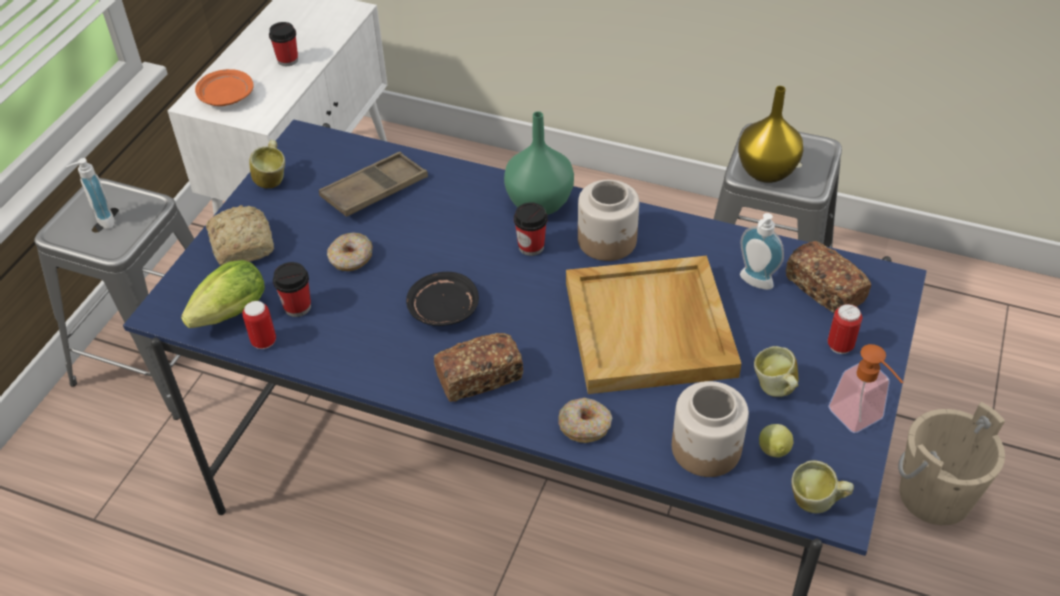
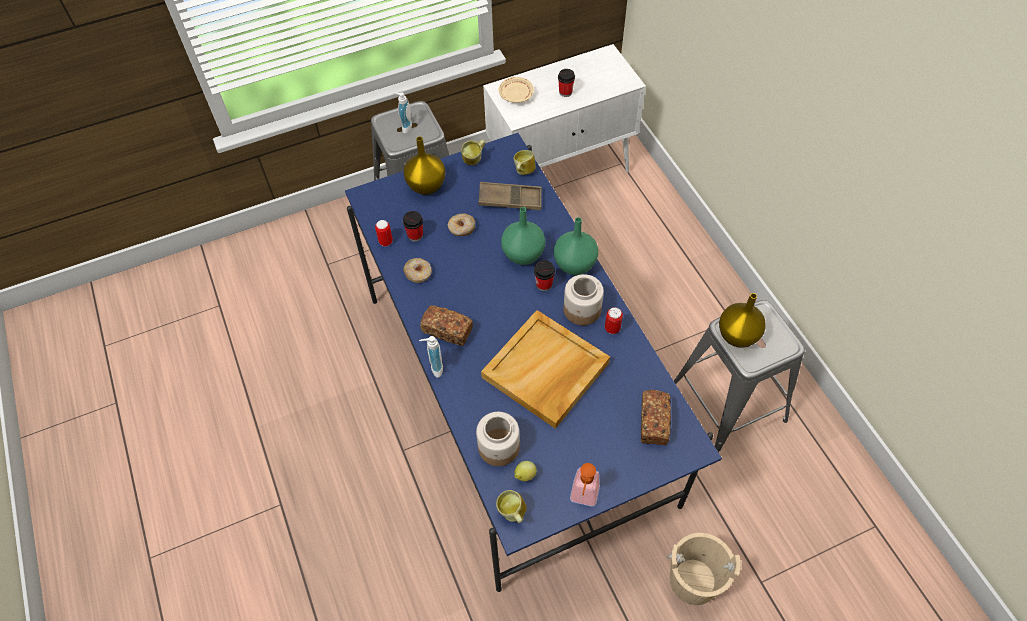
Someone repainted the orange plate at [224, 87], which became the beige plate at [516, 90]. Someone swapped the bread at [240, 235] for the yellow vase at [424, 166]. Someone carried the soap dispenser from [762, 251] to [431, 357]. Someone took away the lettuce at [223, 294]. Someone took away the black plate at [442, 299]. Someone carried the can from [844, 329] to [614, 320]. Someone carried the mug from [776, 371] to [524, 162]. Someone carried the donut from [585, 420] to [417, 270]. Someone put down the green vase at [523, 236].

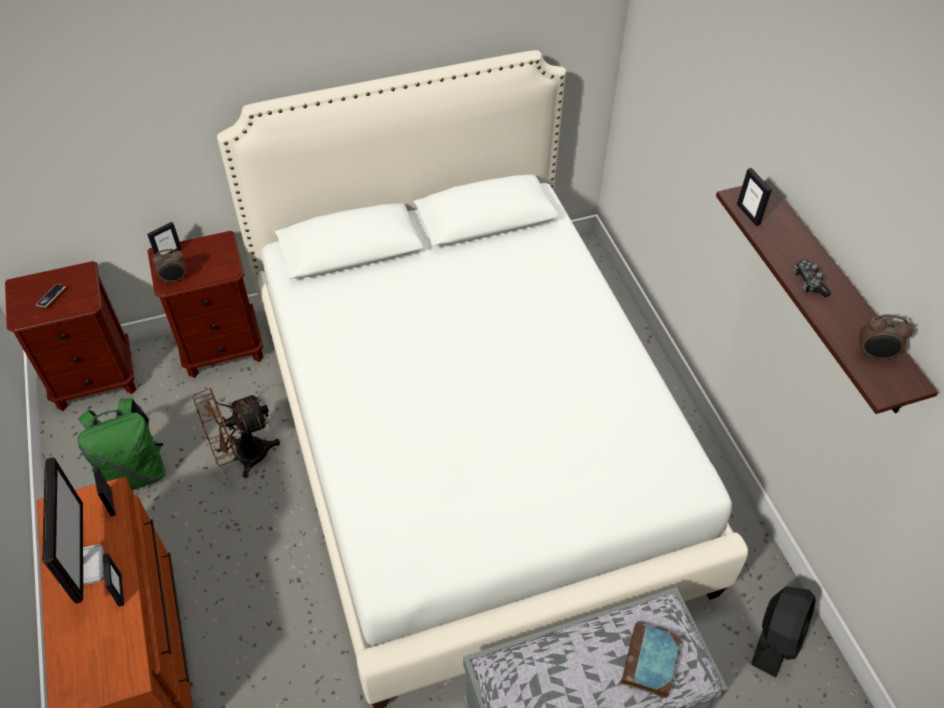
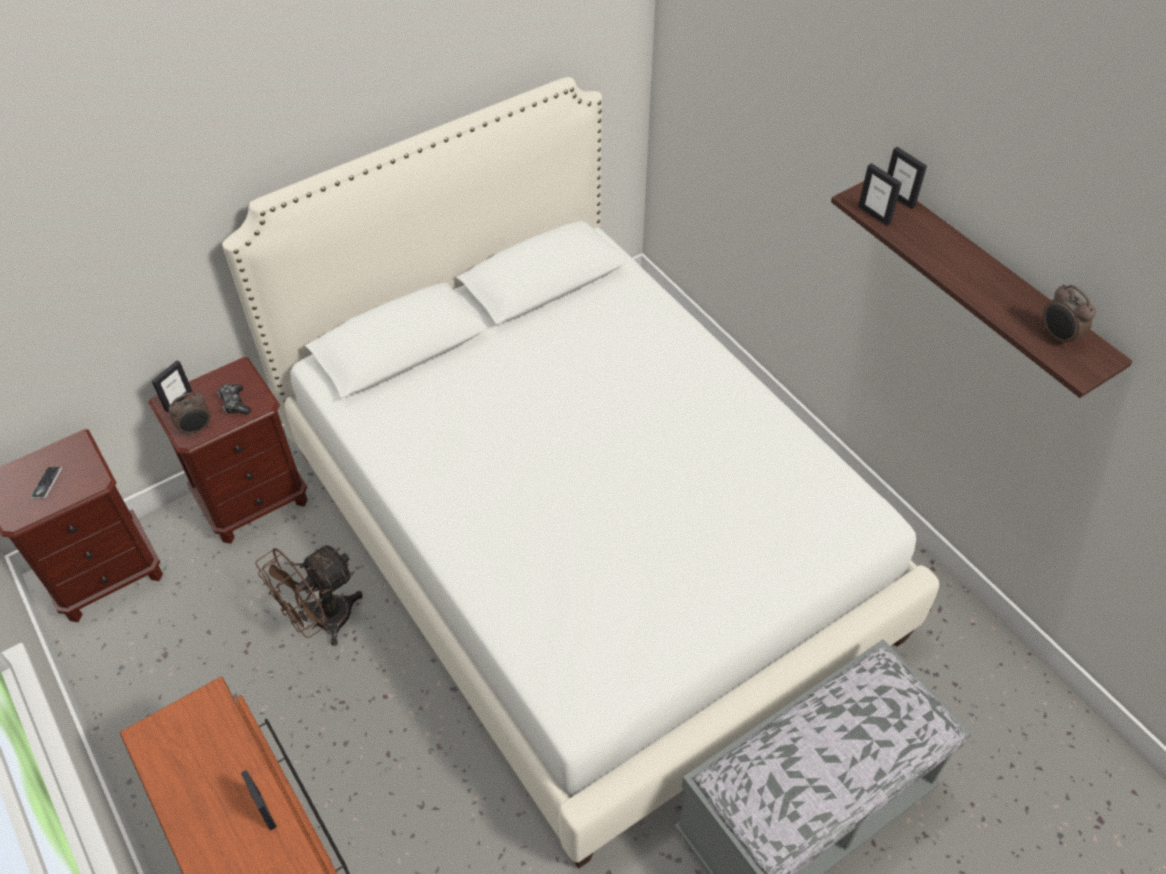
Someone carried the game controller from [812, 278] to [234, 399]. Someone rotated the alarm clock at [886, 338] by 60 degrees clockwise. Someone took away the green backpack at [121, 444]. Someone took away the monitor at [73, 530]. Someone carried the picture frame from [104, 491] to [907, 178]. Someone took away the black fan at [783, 632]. Someone took away the book at [651, 660].

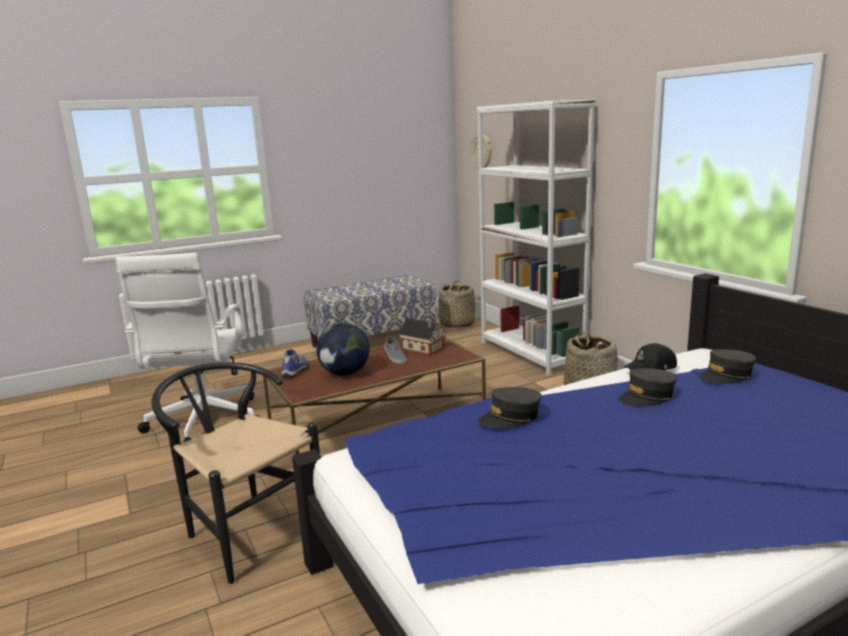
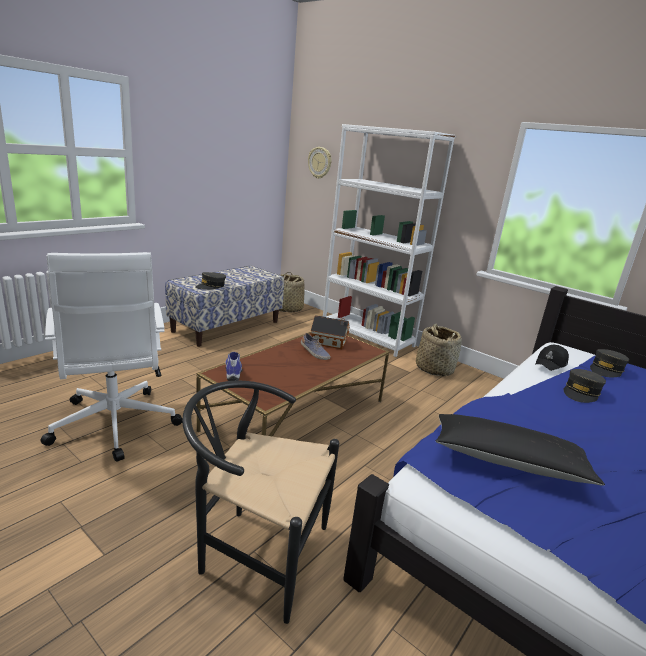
Someone took away the globe at [343, 349]. Someone carried the grey cap from [509, 407] to [211, 281]. Someone put down the black pillow at [520, 450].

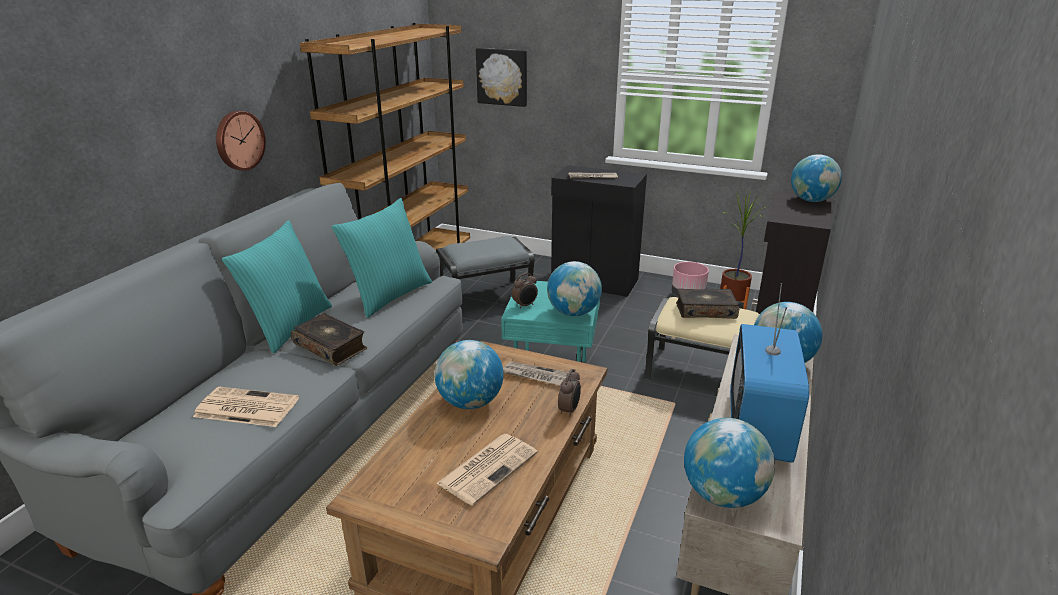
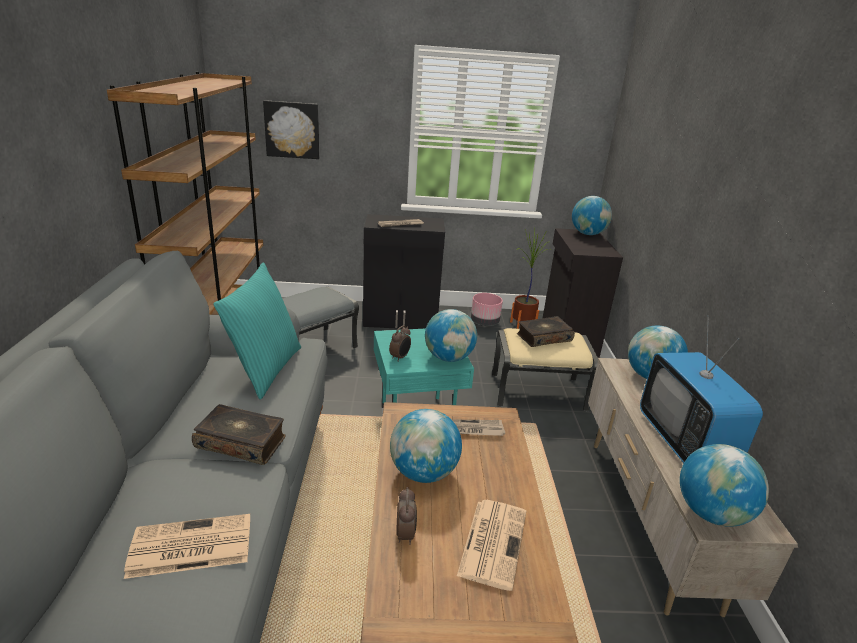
Someone took away the wall clock at [241, 141]. Someone took away the turquoise pillow at [277, 287]. Someone carried the alarm clock from [569, 393] to [406, 516].

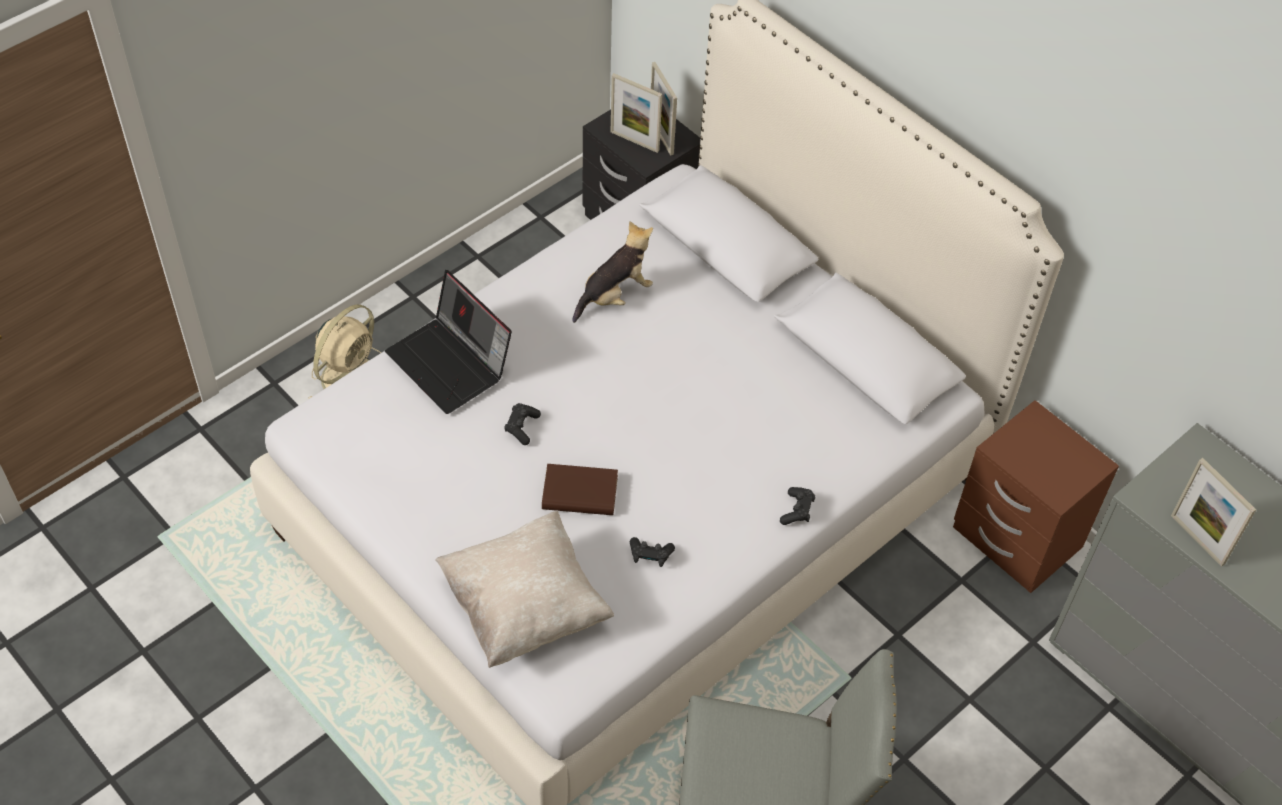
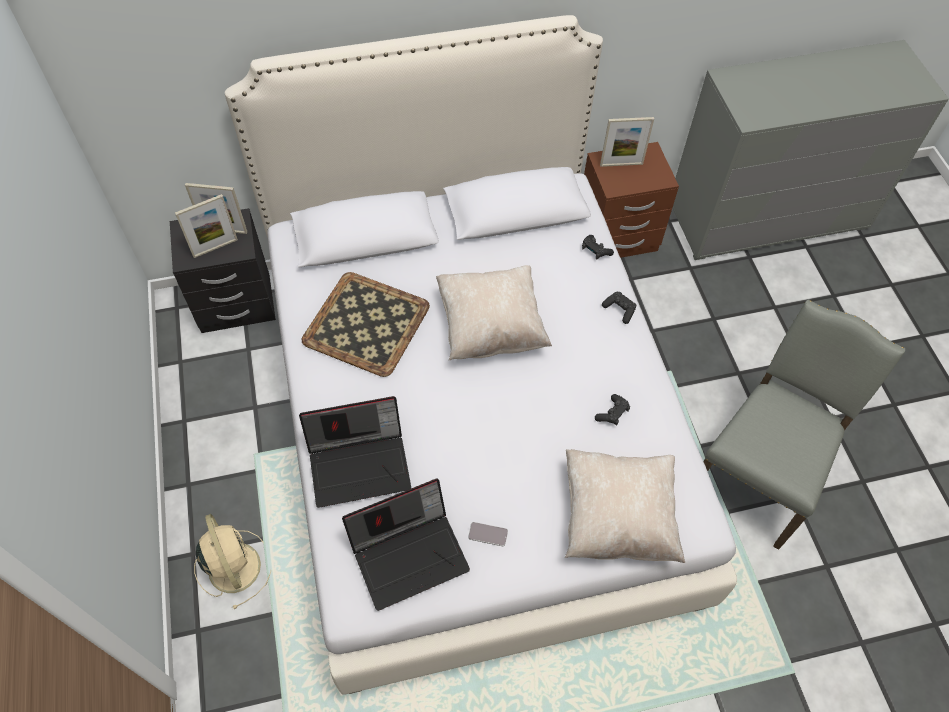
Someone swapped the plush toy at [612, 272] for the tray at [366, 324]. Someone carried the black game controller from [522, 424] to [598, 247]. Someone carried the picture frame from [1213, 512] to [627, 142]. Someone took away the brown book at [580, 489]. Someone put down the beige pillow at [494, 312]. Someone put down the laptop at [406, 544]. Someone put down the phone at [488, 534].

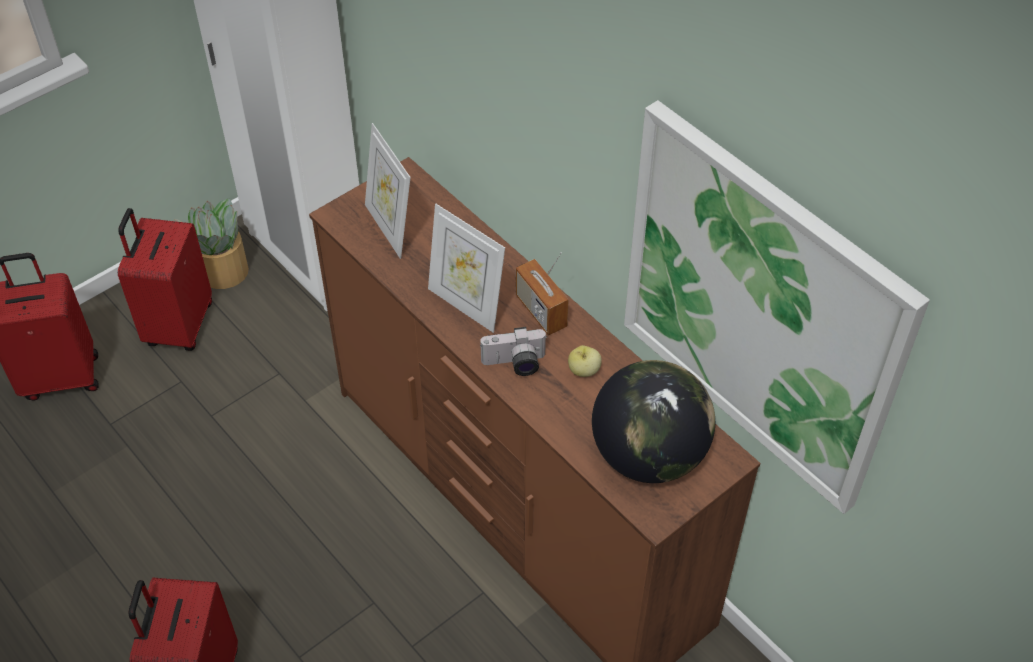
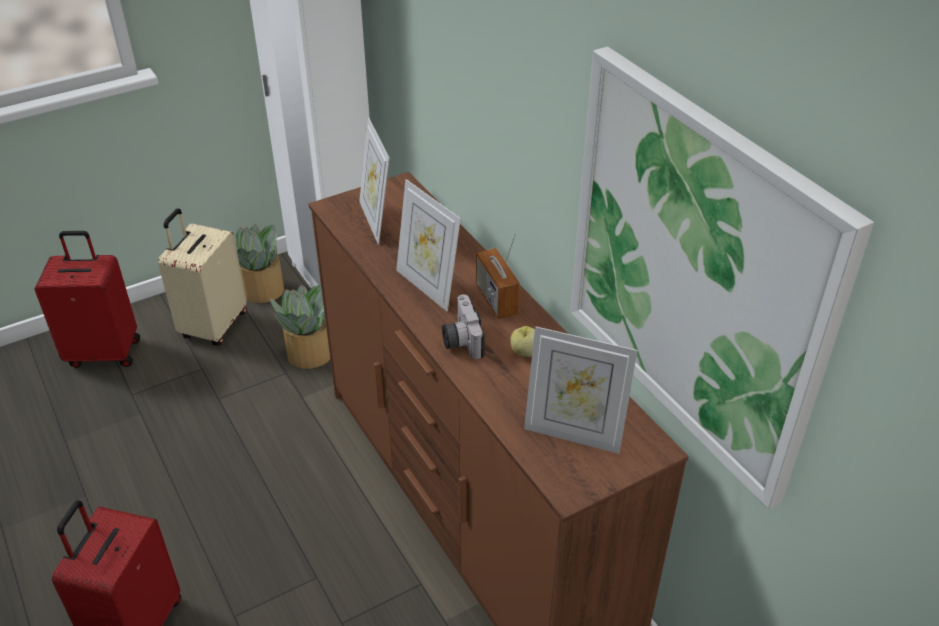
Someone repainted the red suitcase at [165, 279], which became the beige suitcase at [202, 277]. Someone rotated the photo camera at [513, 351] by 75 degrees clockwise. Someone swapped the globe at [653, 421] for the picture frame at [581, 390]. Someone put down the potted plant at [299, 327].

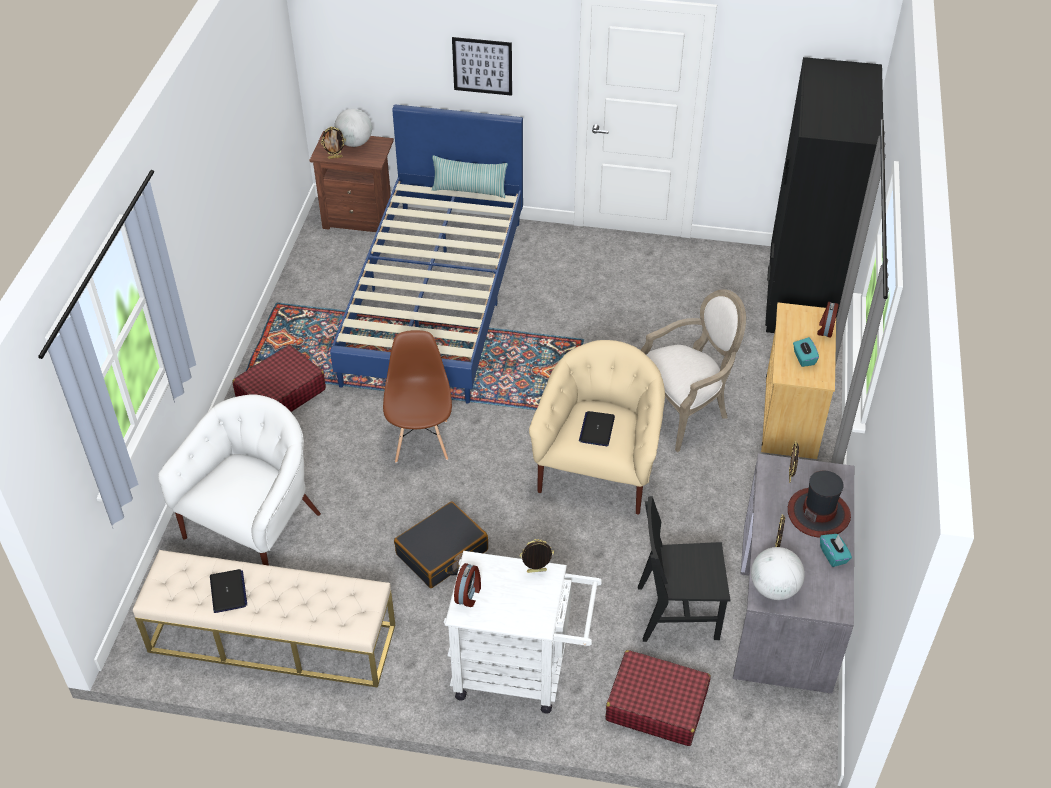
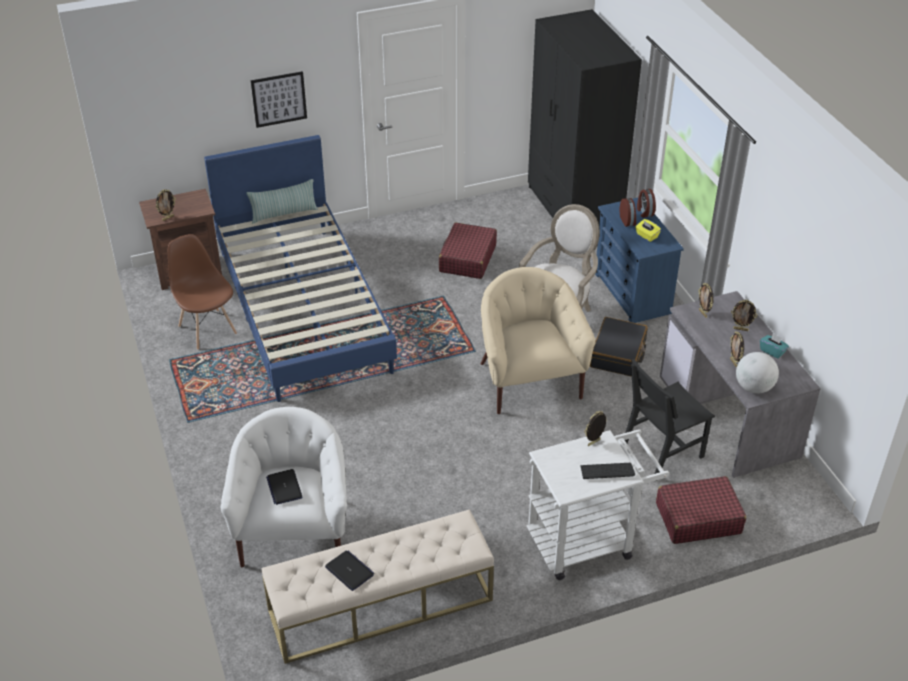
Someone took away the globe at [353, 128]. Someone repainted the beige dresser at [798, 381], which became the blue dresser at [639, 260]. Someone carried the brown chair from [417, 396] to [202, 292]. Someone repainted the turquoise tissue box at [806, 352], which became the yellow tissue box at [648, 230]. Someone carried the red suitcase from [279, 378] to [468, 251]. Someone carried the laptop from [597, 428] to [284, 487]. Someone swapped the hat at [819, 504] for the picture frame at [744, 315]. Someone carried the black suitcase from [441, 544] to [619, 347]. Someone carried the alarm clock from [467, 585] to [628, 212]. Someone put down the keyboard at [608, 471].

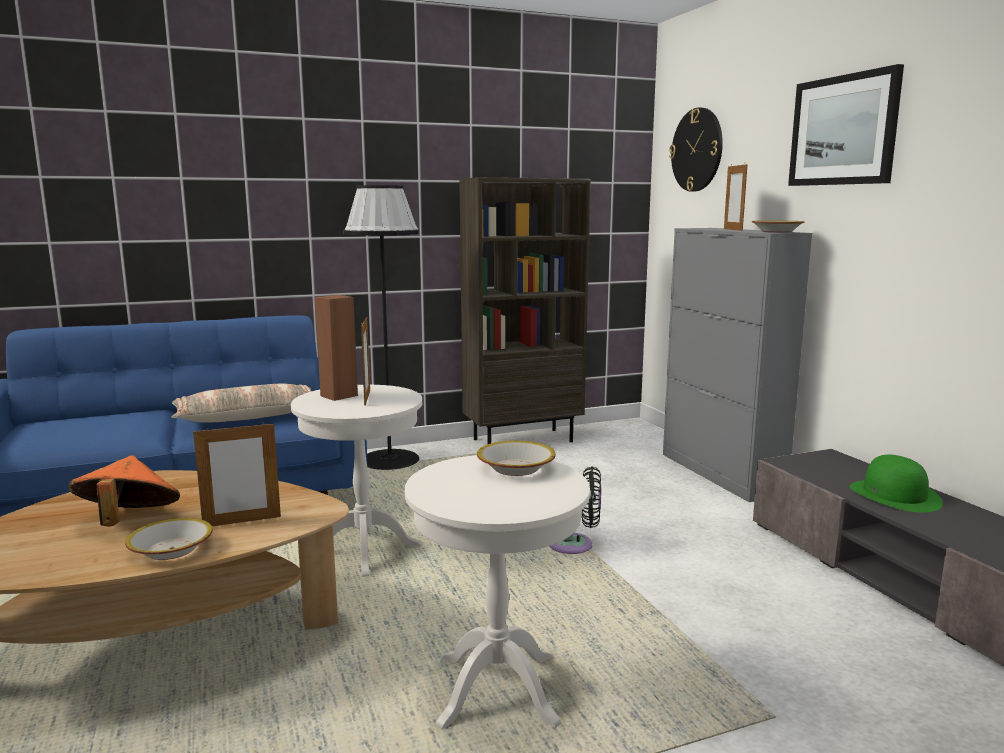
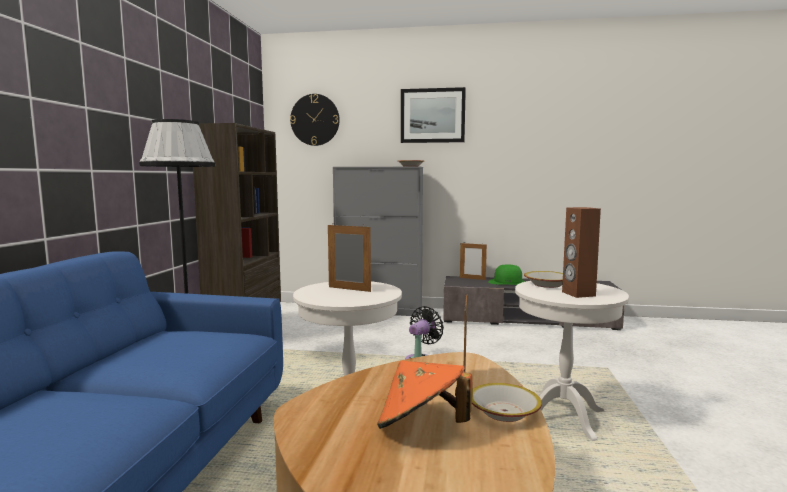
Someone carried the picture frame from [736, 197] to [473, 261]. Someone carried the brown speaker from [336, 348] to [581, 252]. Someone took away the pillow at [241, 403].

